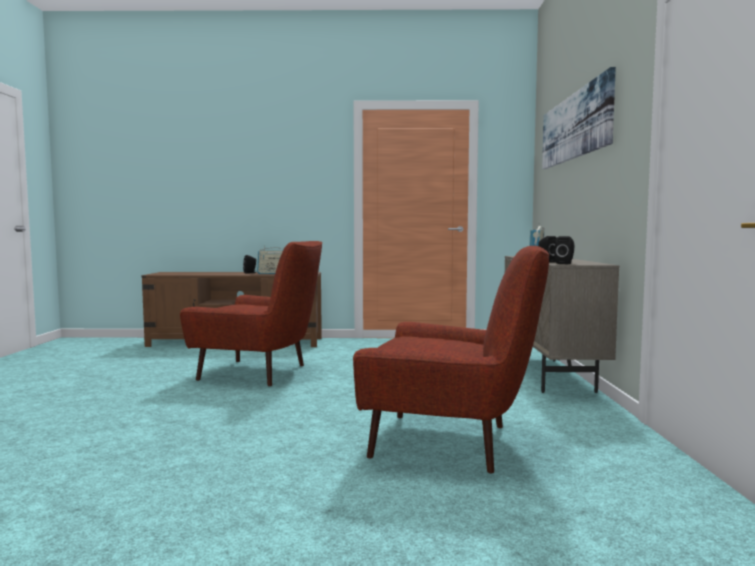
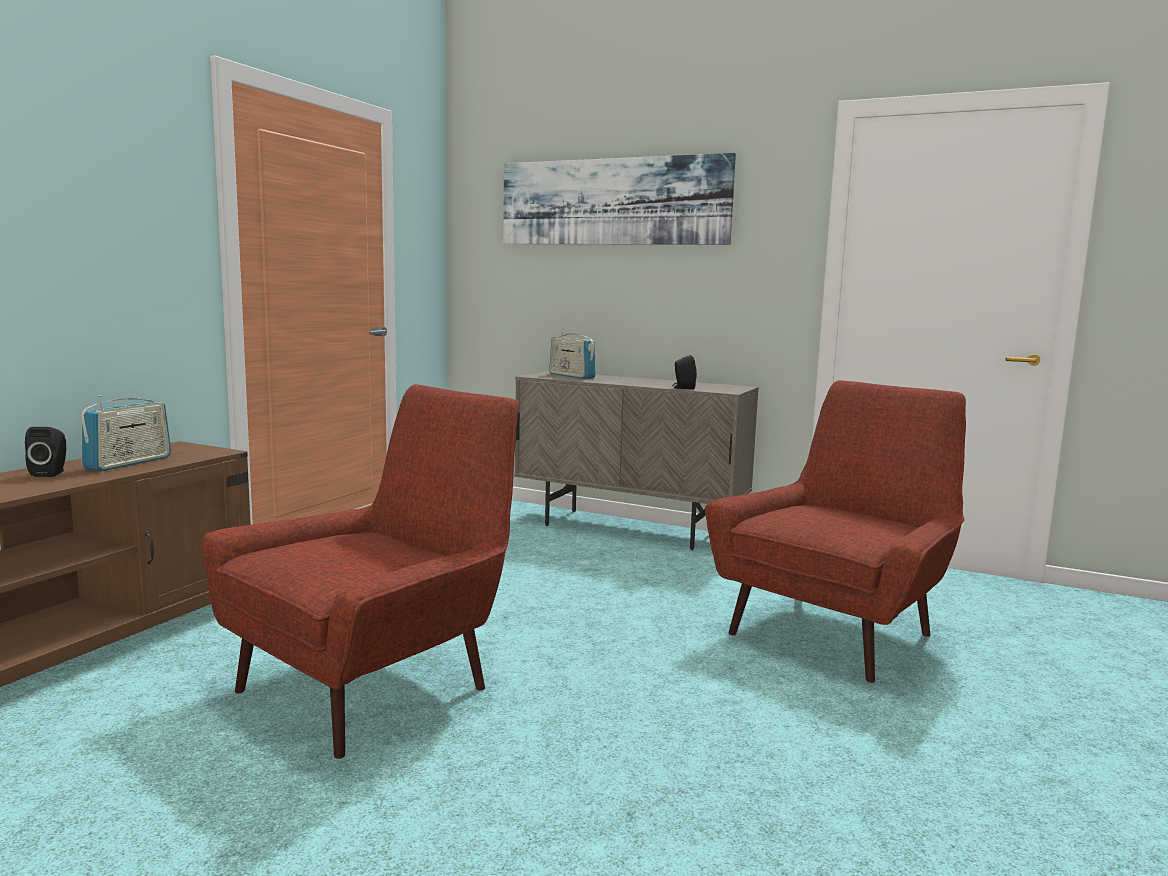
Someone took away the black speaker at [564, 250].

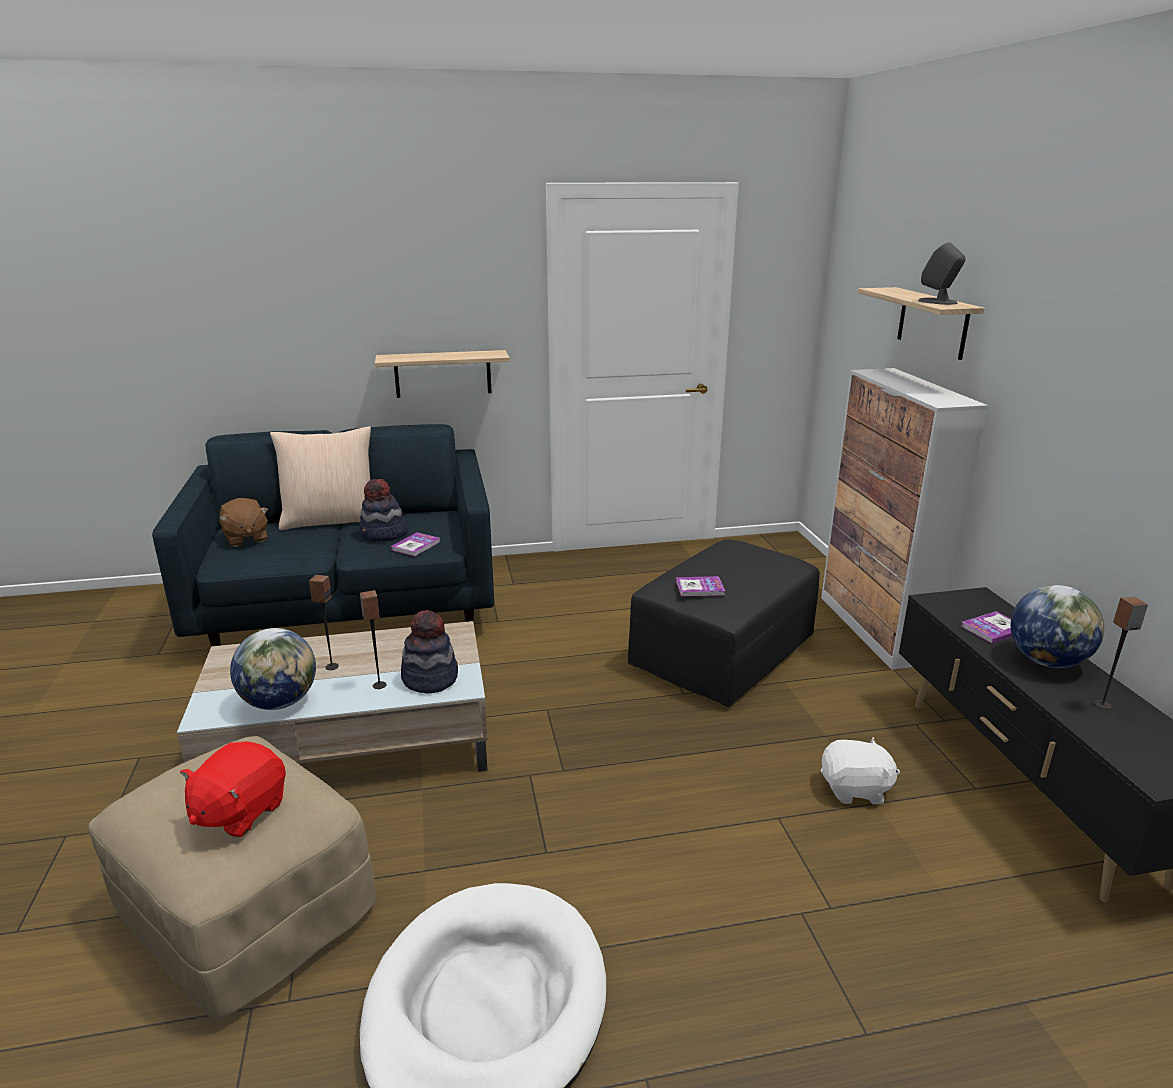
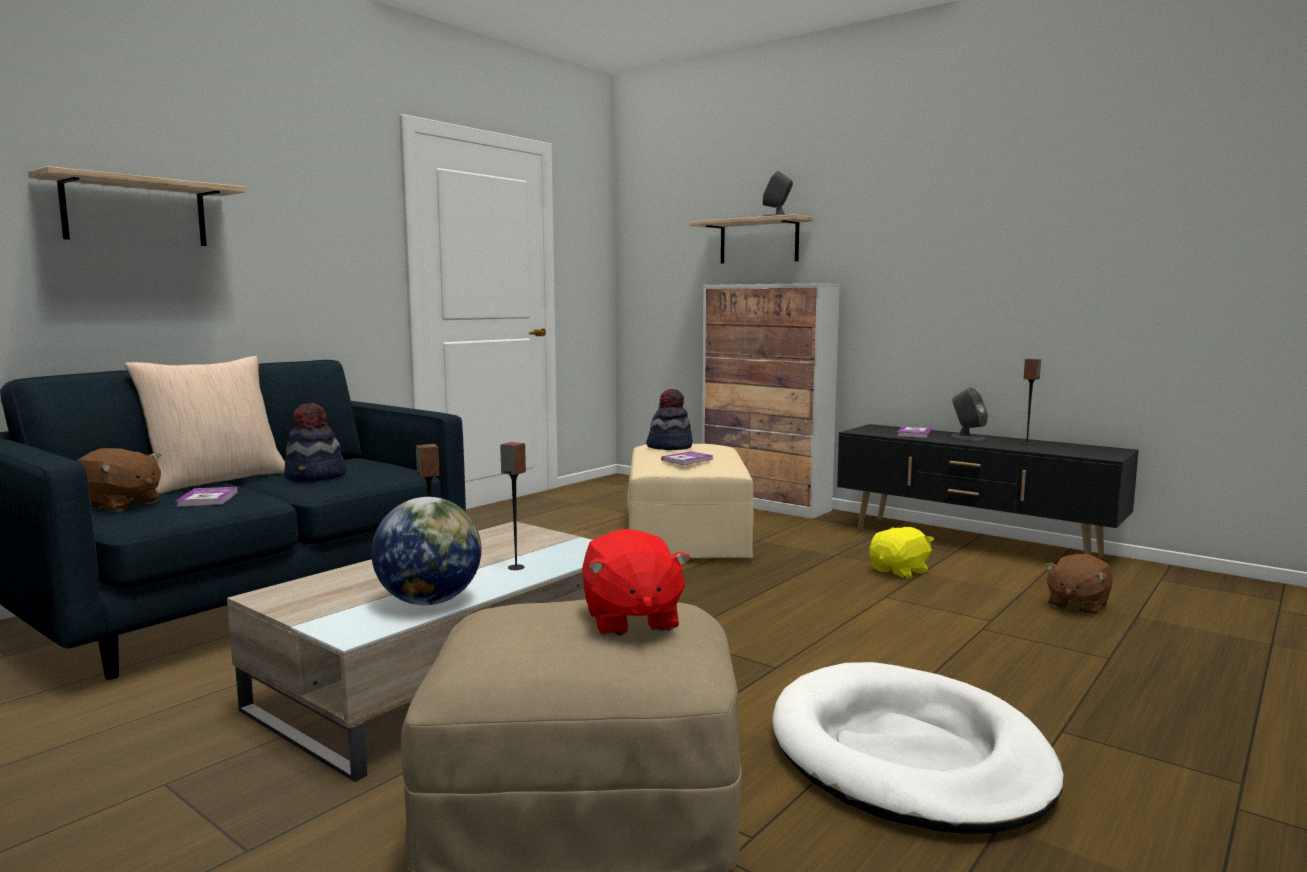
Someone carried the shelf from [442, 374] to [137, 206]. Someone carried the book from [415, 544] to [206, 497]. Someone repainted the black ottoman at [724, 623], which became the beige ottoman at [690, 501]. Someone swapped the globe at [1057, 626] for the grey speaker at [969, 414]. Someone carried the hat from [429, 652] to [669, 419]. Someone repainted the white plush toy at [860, 770], which became the yellow plush toy at [901, 552]. Someone put down the brown plush toy at [1079, 584].

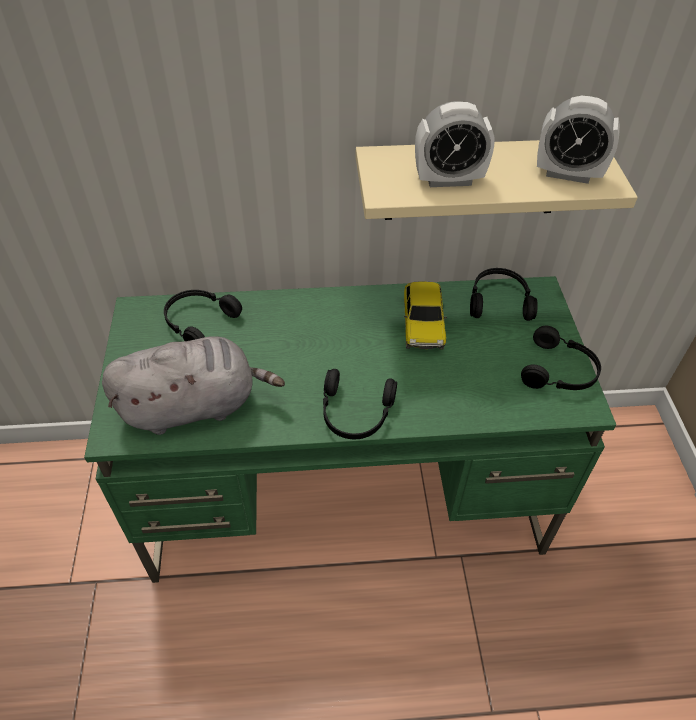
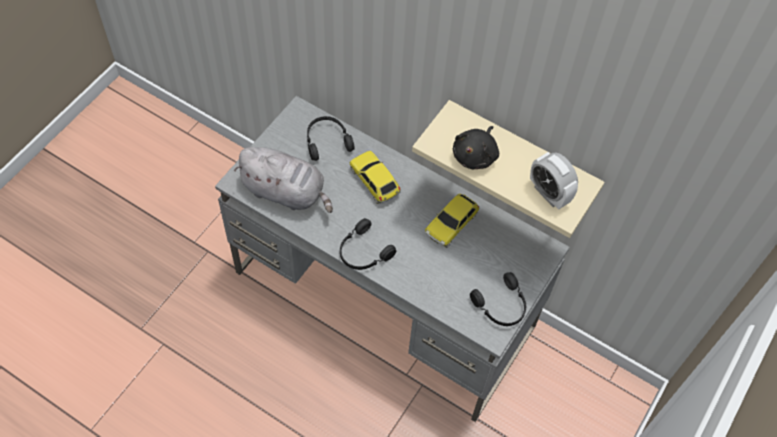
Someone swapped the alarm clock at [455, 144] for the black plush toy at [476, 147]. Someone took away the black headphones at [504, 294]. Someone repainted the green desk at [350, 429], which became the grey desk at [392, 259]. Someone put down the toy car at [375, 177].

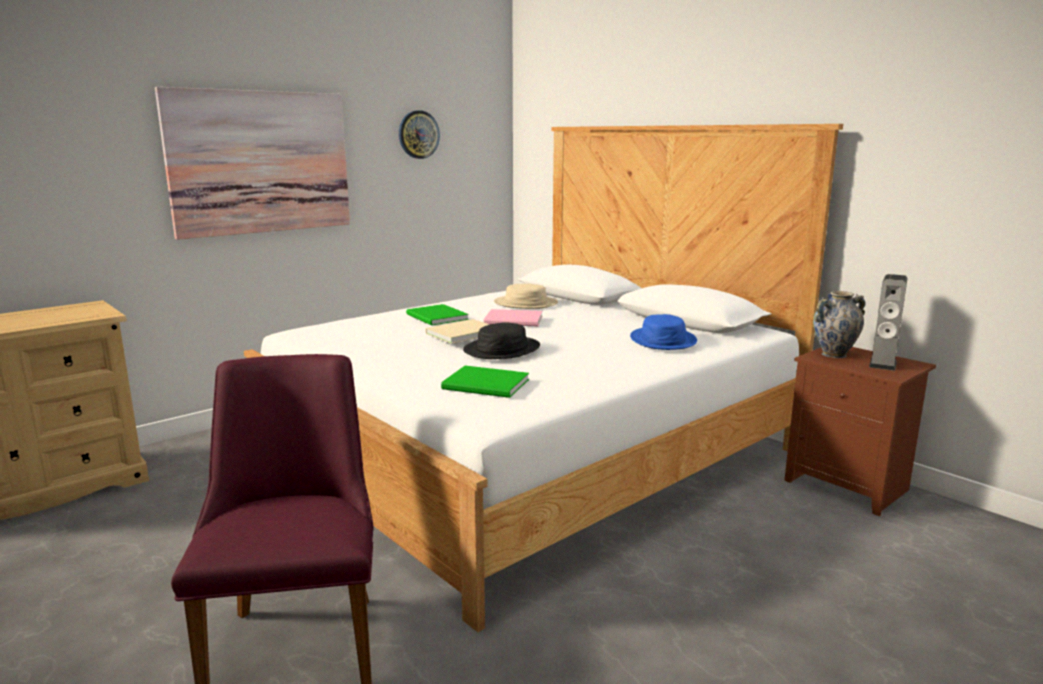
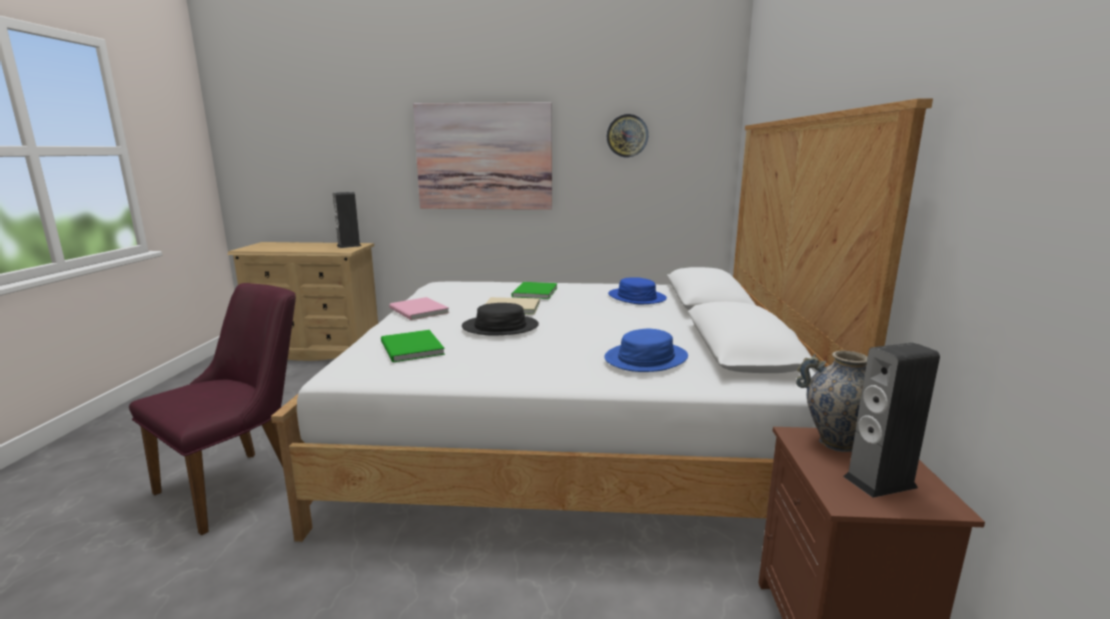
Someone repainted the beige hat at [526, 296], which became the blue hat at [637, 290]. Someone carried the pink book from [513, 317] to [419, 308]. Someone put down the speaker at [347, 220].

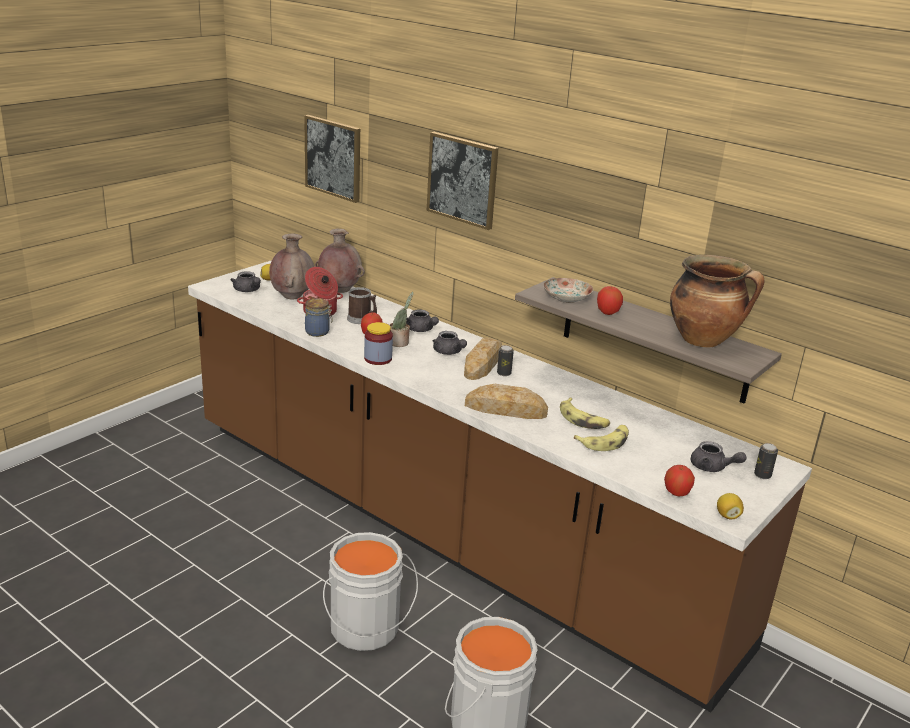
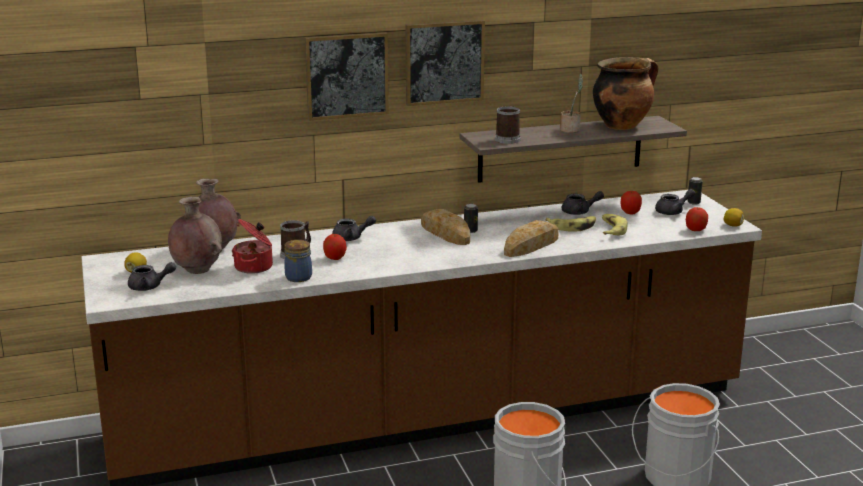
Someone carried the picture from [332, 159] to [445, 63]. Someone swapped the plate at [568, 290] for the mug at [508, 125]. Someone carried the apple from [610, 300] to [631, 202]. Someone carried the potted plant from [401, 319] to [571, 103]. Someone took away the jar at [378, 343]. Someone carried the grey teapot from [449, 343] to [583, 203].

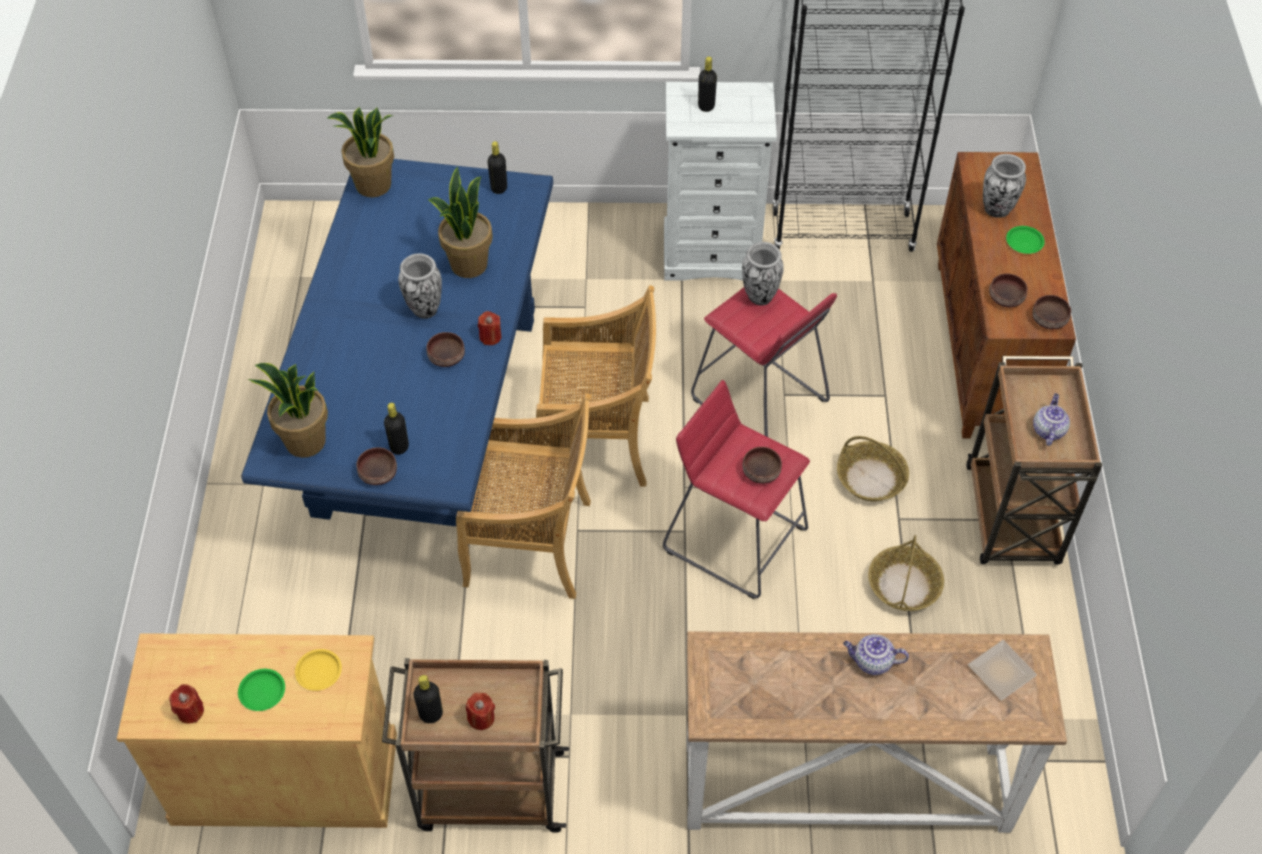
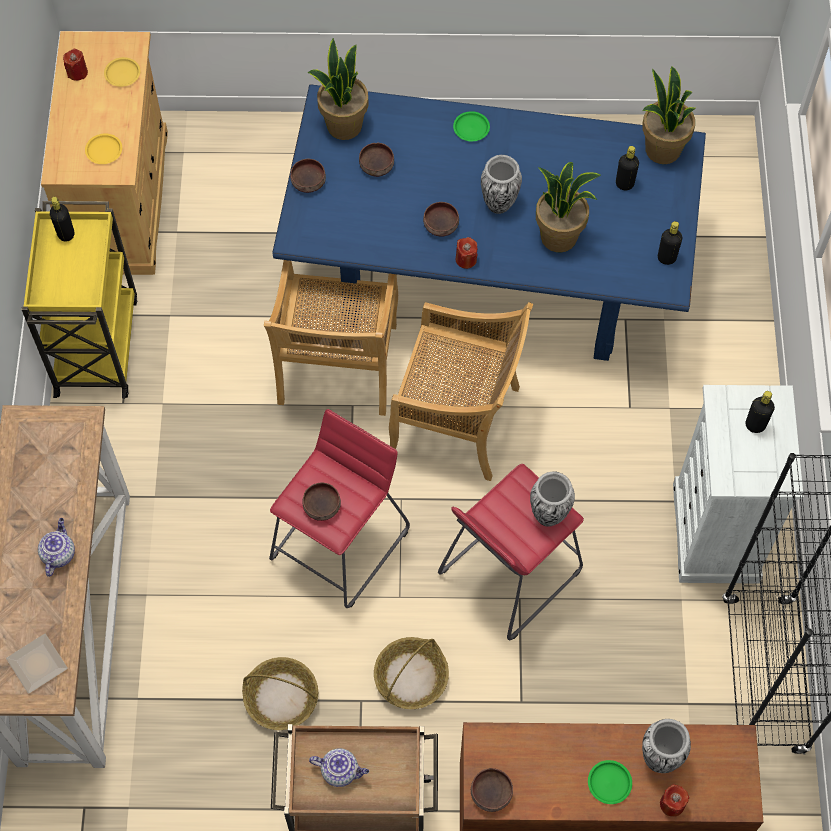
Someone carried the brown bowl from [1008, 290] to [376, 160]. Someone rotated the beige chair at [596, 386] by 75 degrees counterclockwise. Someone carried the black bottle from [396, 429] to [627, 168]. Someone repainted the brown cart at [475, 745], which became the yellow cart at [79, 300]. Someone carried the green plate from [261, 690] to [471, 126]. Someone carried the red candle from [480, 711] to [674, 800]. Someone put down the yellow plate at [122, 72].

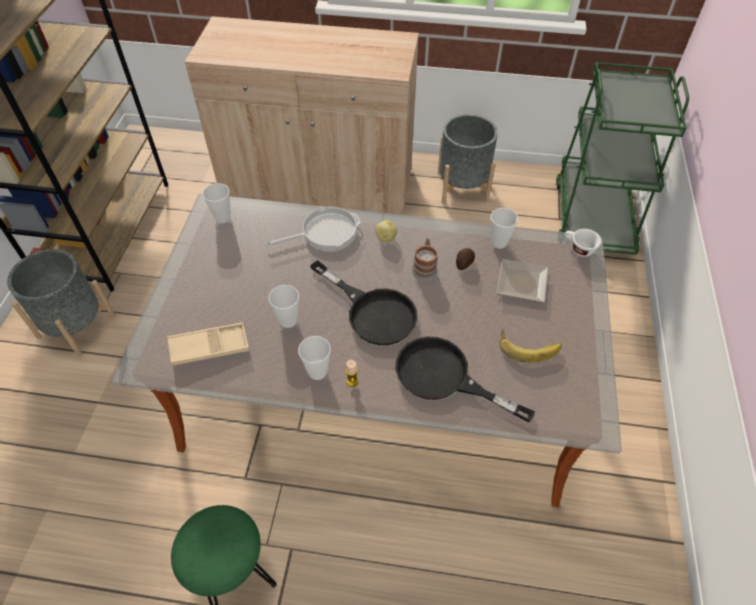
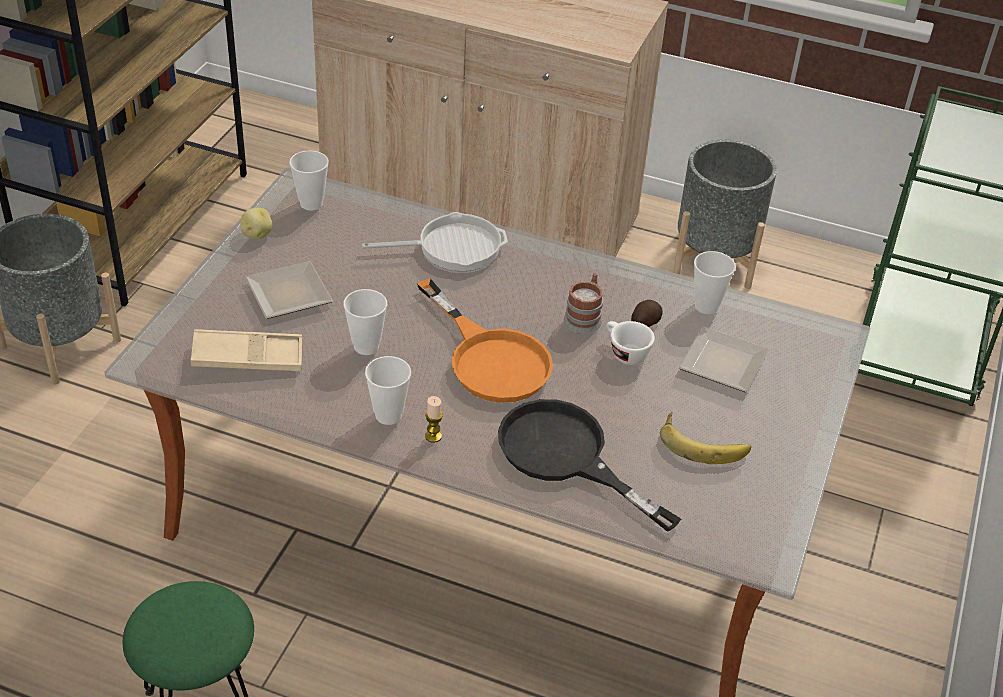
Someone carried the potato from [386, 231] to [256, 223]. Someone carried the white cup from [583, 243] to [630, 343]. Someone repainted the black frying pan at [364, 302], which became the orange frying pan at [485, 340]. Someone put down the plate at [289, 290].

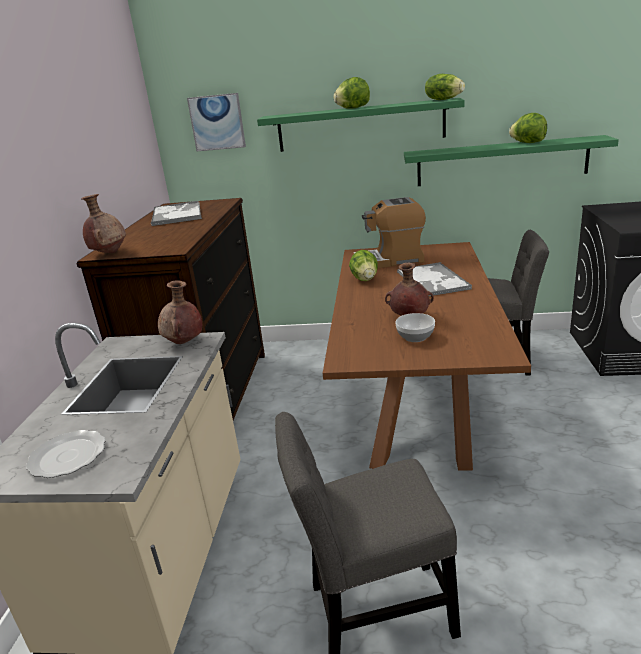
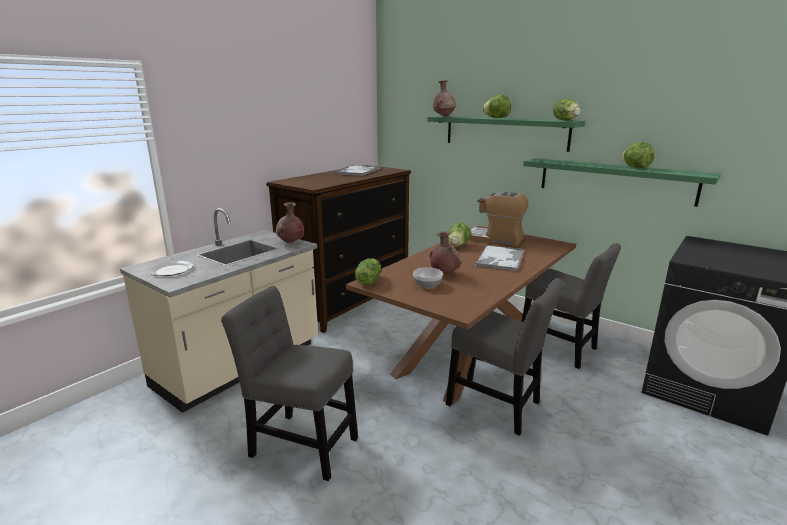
Someone took away the picture at [216, 122]. Someone carried the brown vase from [103, 223] to [444, 98]. Someone put down the lettuce at [368, 271]. Someone put down the grey chair at [504, 357].

